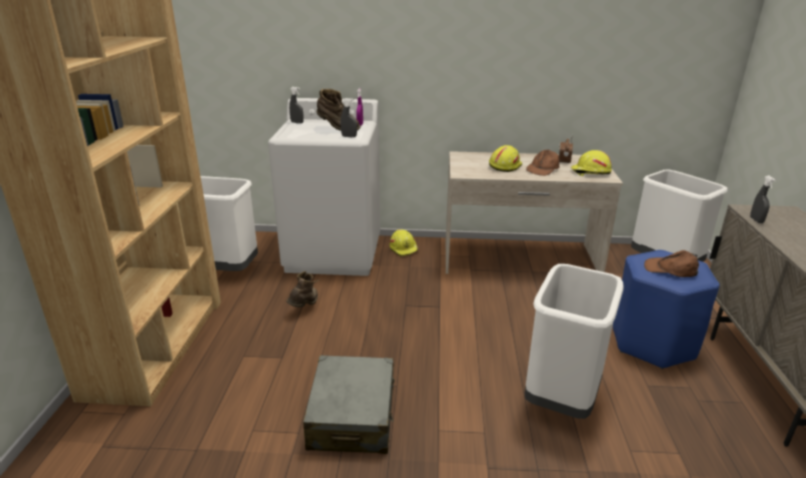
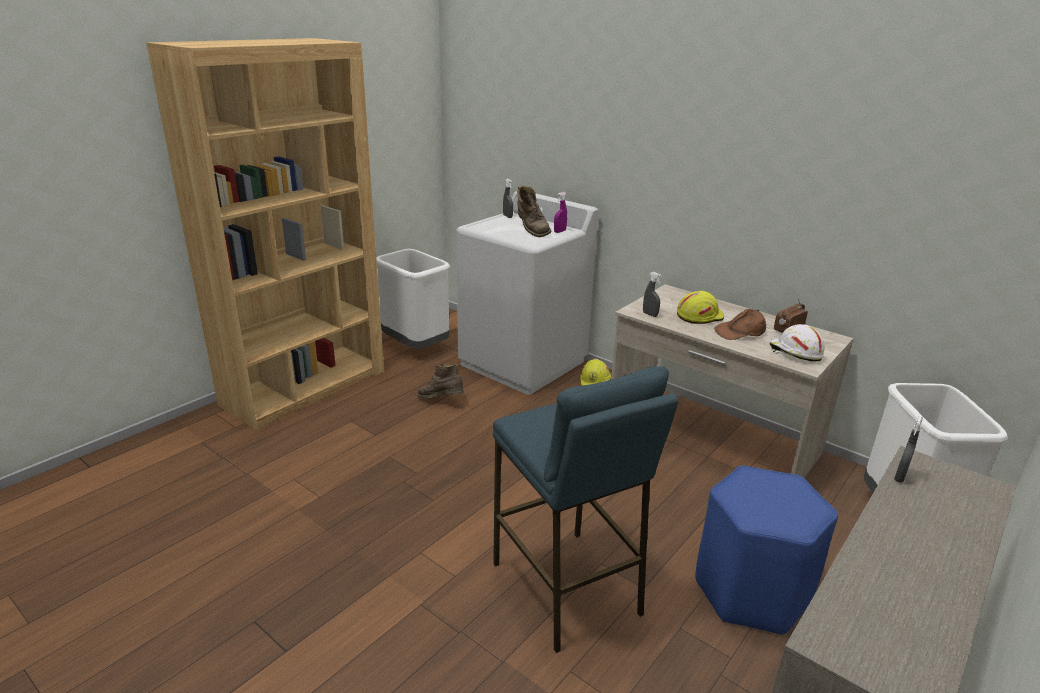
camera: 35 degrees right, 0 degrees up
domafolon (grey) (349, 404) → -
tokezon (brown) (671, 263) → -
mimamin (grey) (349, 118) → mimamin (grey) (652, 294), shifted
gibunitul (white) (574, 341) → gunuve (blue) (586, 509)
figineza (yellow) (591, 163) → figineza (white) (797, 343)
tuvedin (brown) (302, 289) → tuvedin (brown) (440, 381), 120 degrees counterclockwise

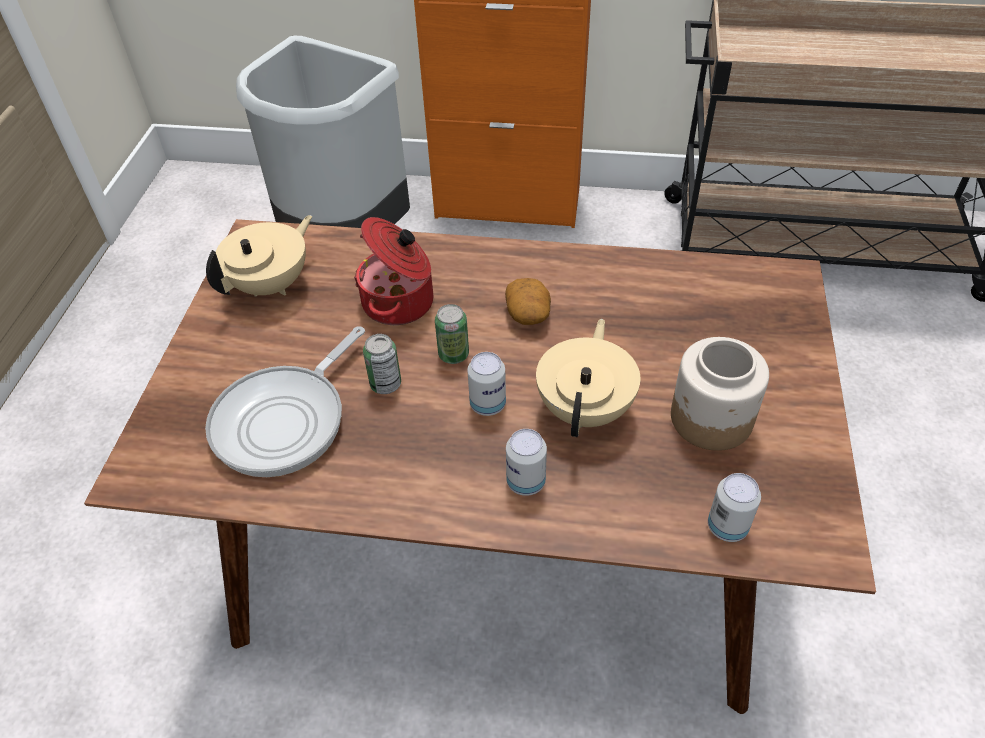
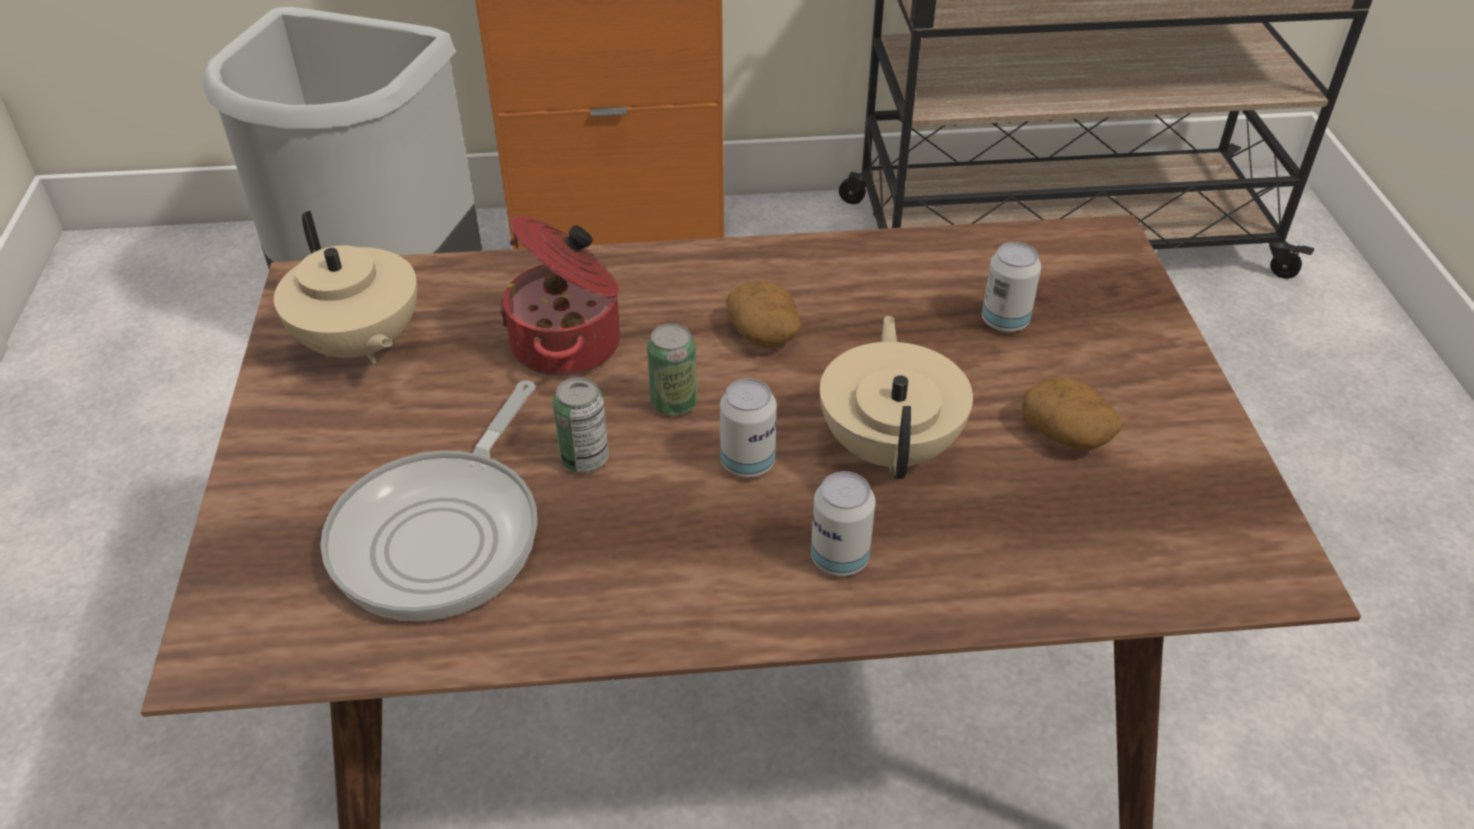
camera: 15 degrees left, 5 degrees down
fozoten (734, 507) → fozoten (1011, 287), shifted
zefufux (720, 394) → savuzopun (1072, 413)
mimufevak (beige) (259, 256) → mimufevak (beige) (345, 287), 120 degrees clockwise

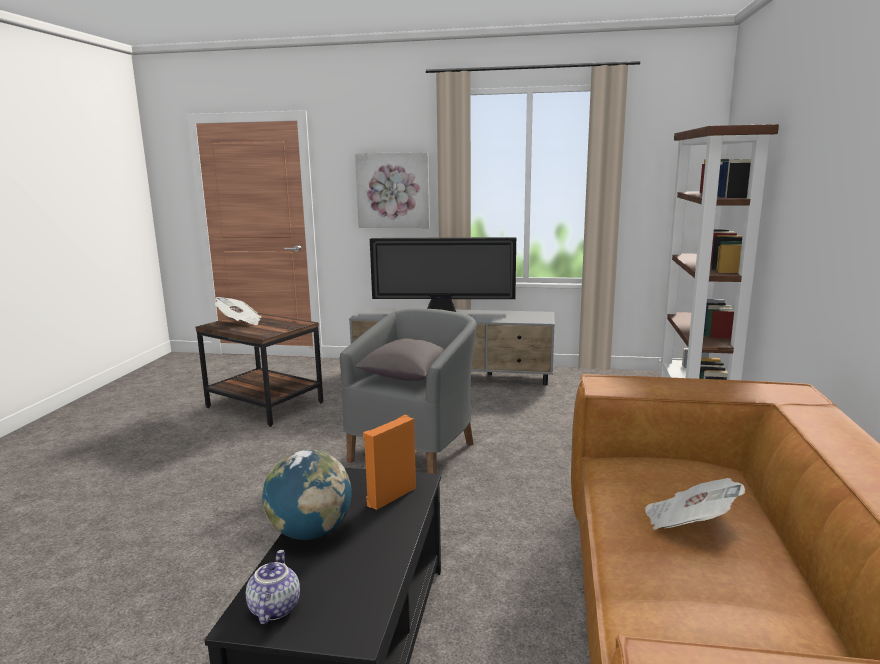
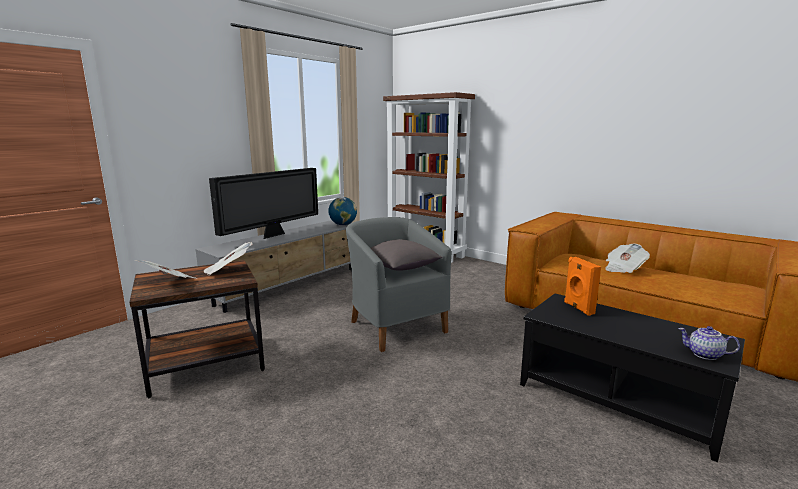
camera: 60 degrees left, 0 degrees up
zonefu (392, 190) → -
- → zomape (228, 259)
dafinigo (307, 495) → dafinigo (342, 211), shifted

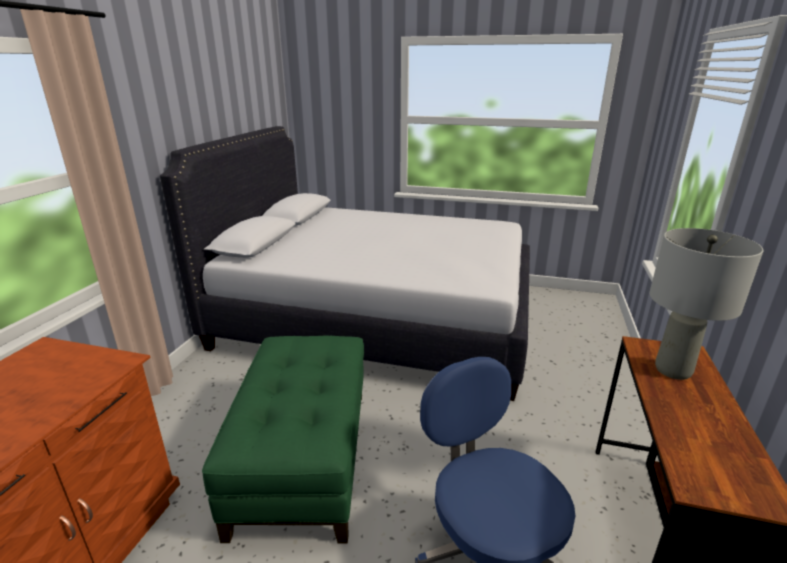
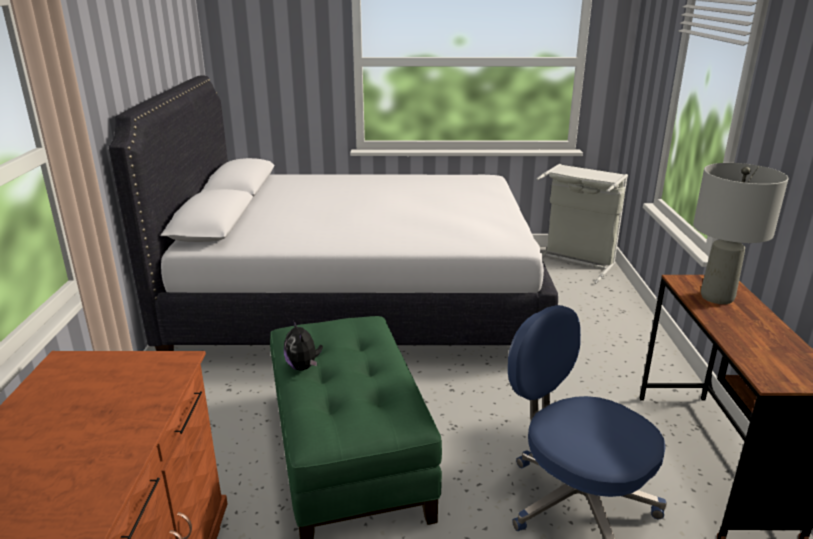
camera: 15 degrees left, 0 degrees up
- → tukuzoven (303, 345)
- → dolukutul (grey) (582, 224)

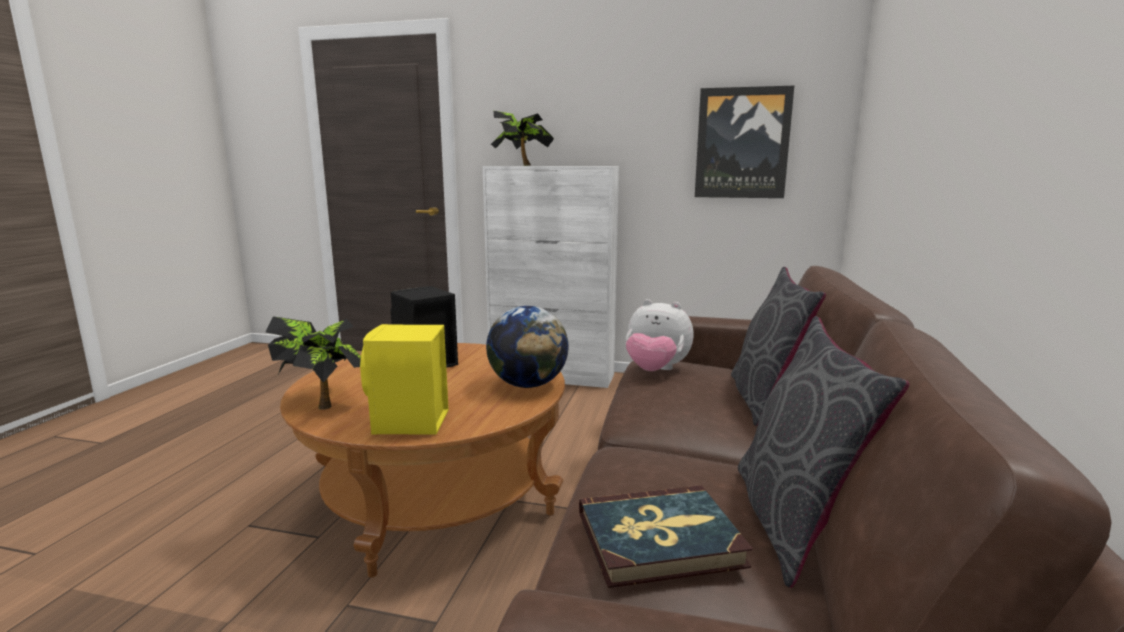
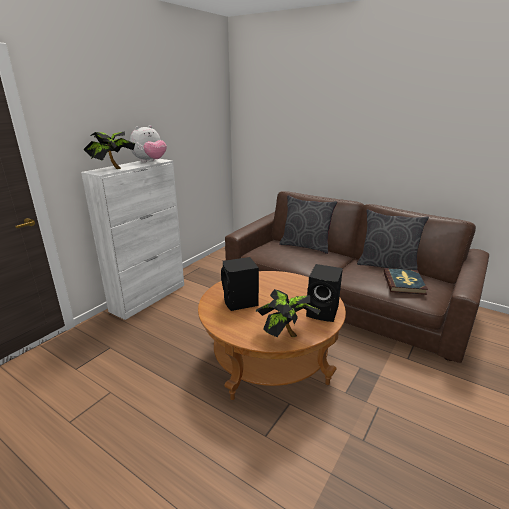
camera: 70 degrees left, 10 degrees up
dafinigo (527, 347) → -
zonefu (744, 142) → -
tukuzoven (660, 335) → tukuzoven (148, 143), shifted
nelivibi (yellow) (404, 379) → nelivibi (black) (324, 293)

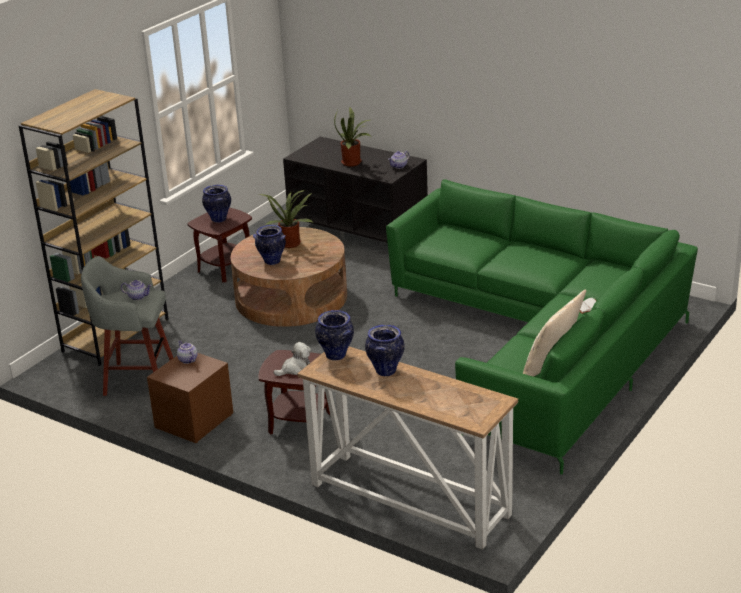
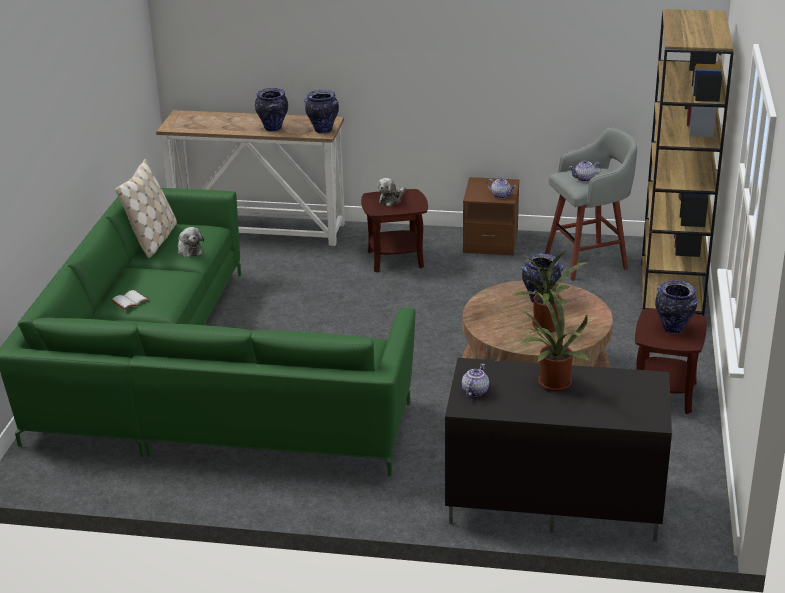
camera: 155 degrees right, 0 degrees up
- → tukuzoven (190, 242)

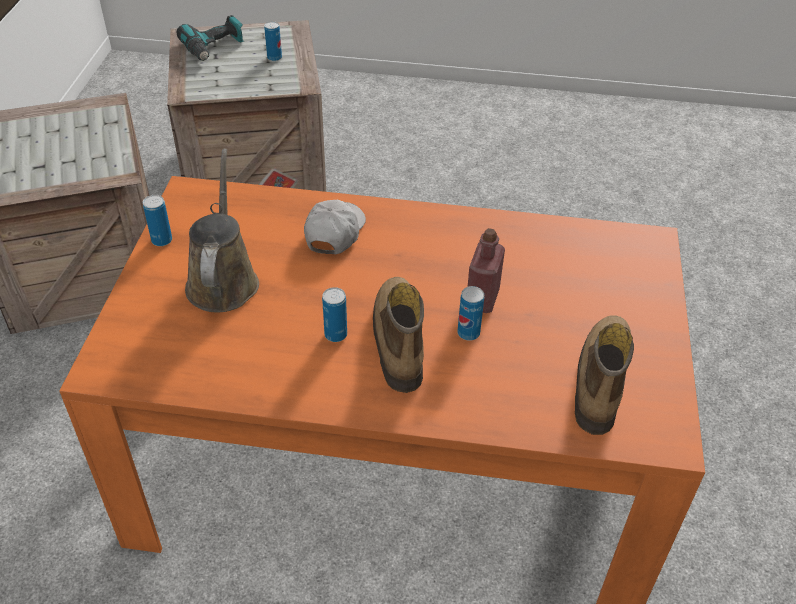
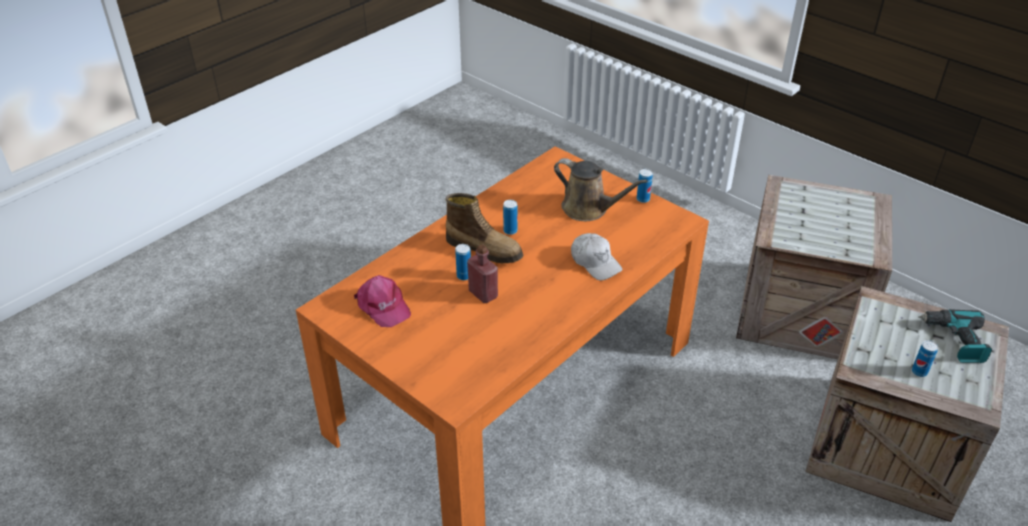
camera: 125 degrees right, 5 degrees down
tuvedin (604, 375) → tokezon (pink) (382, 301)

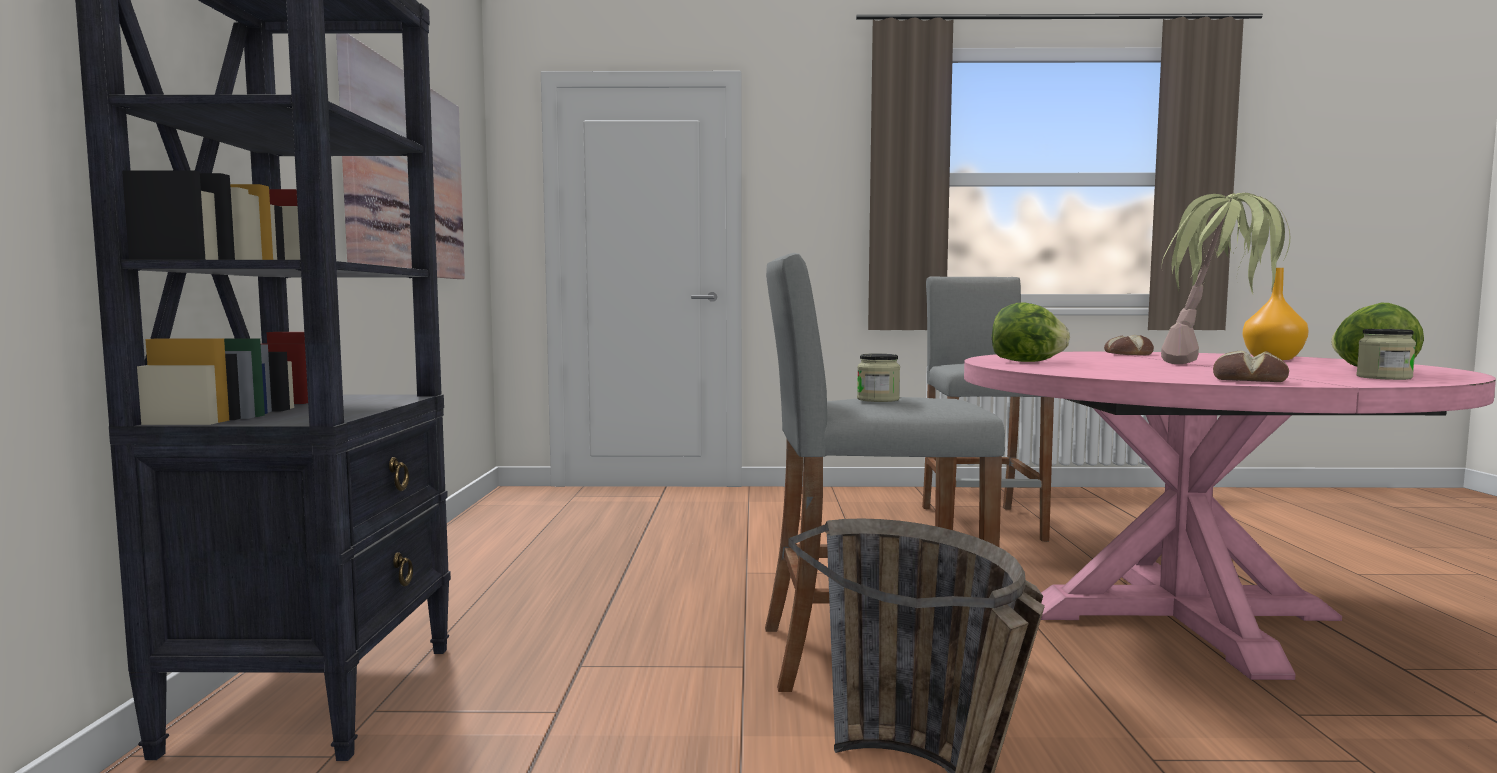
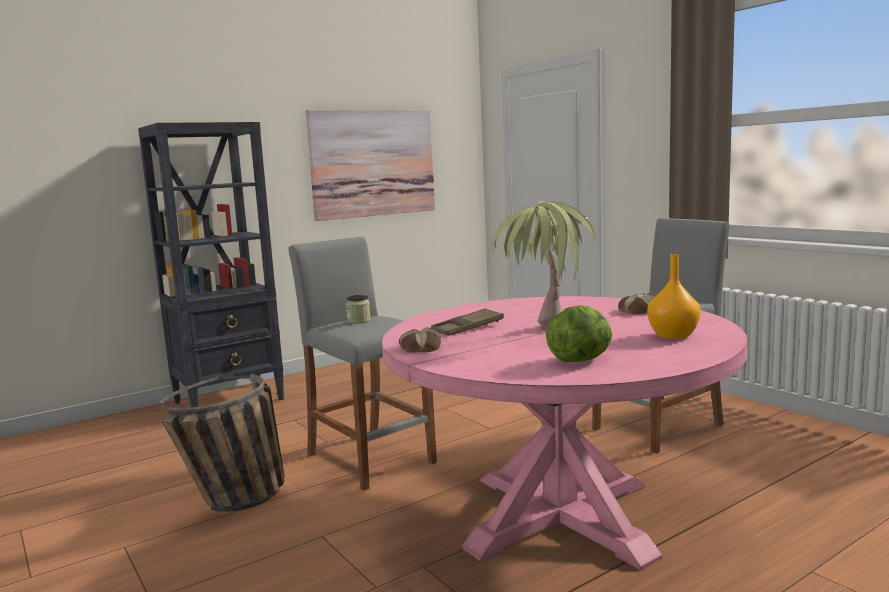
camera: 55 degrees right, 5 degrees up
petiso (1031, 332) → -
zefufux (1386, 354) → -
- → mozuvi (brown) (467, 322)

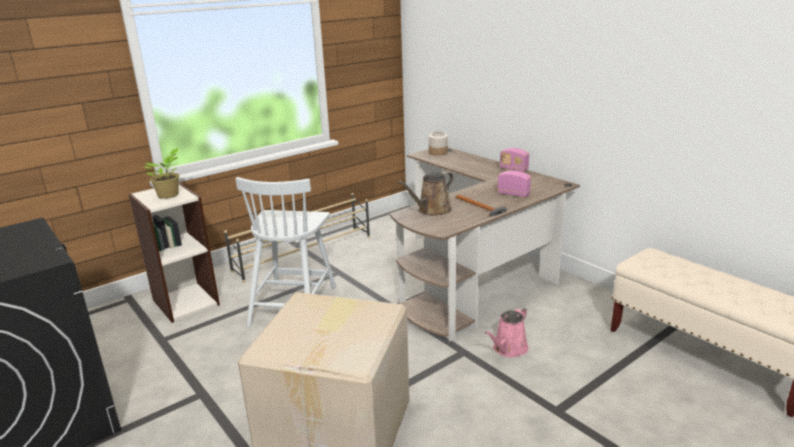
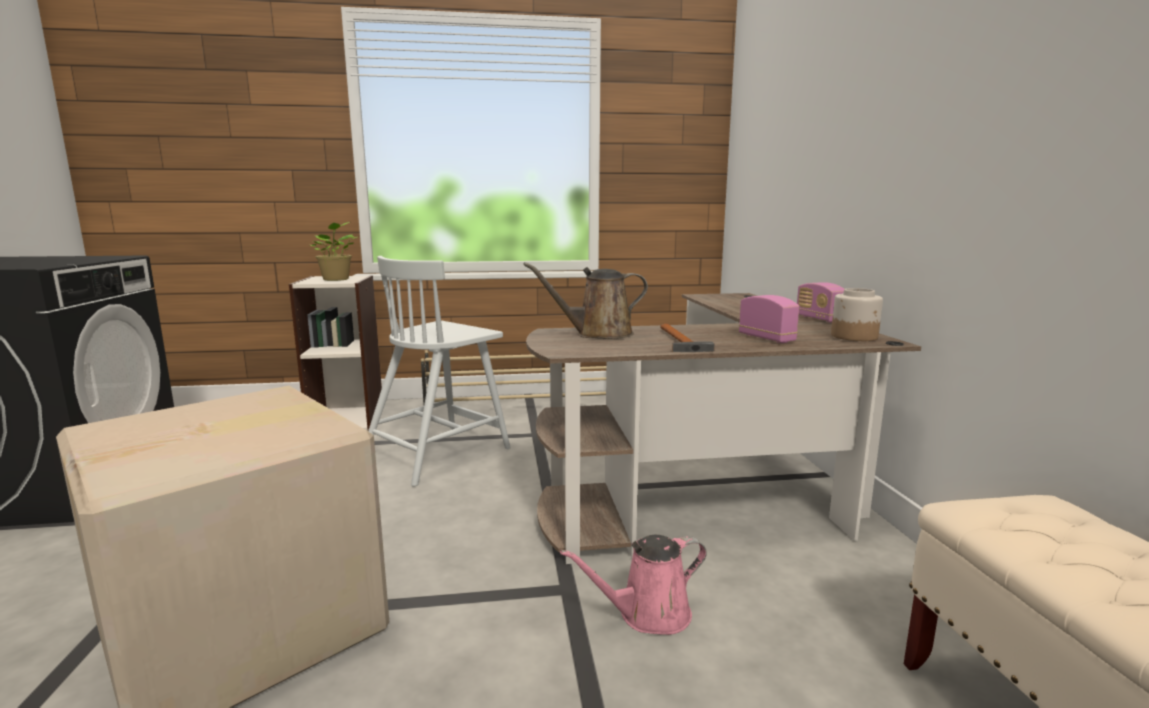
camera: 30 degrees right, 10 degrees down
zefufux (438, 143) → zefufux (857, 314), shifted

